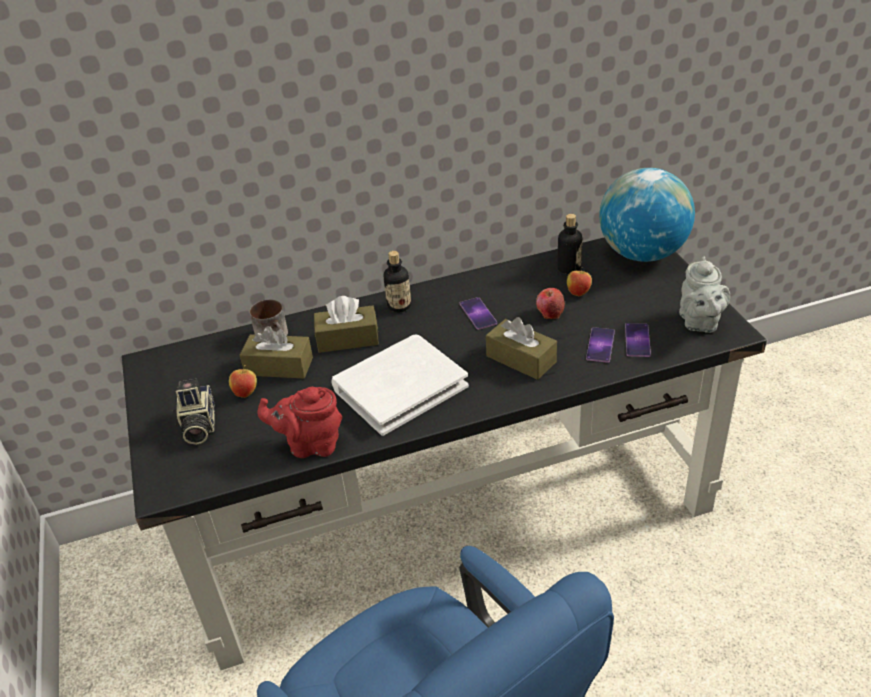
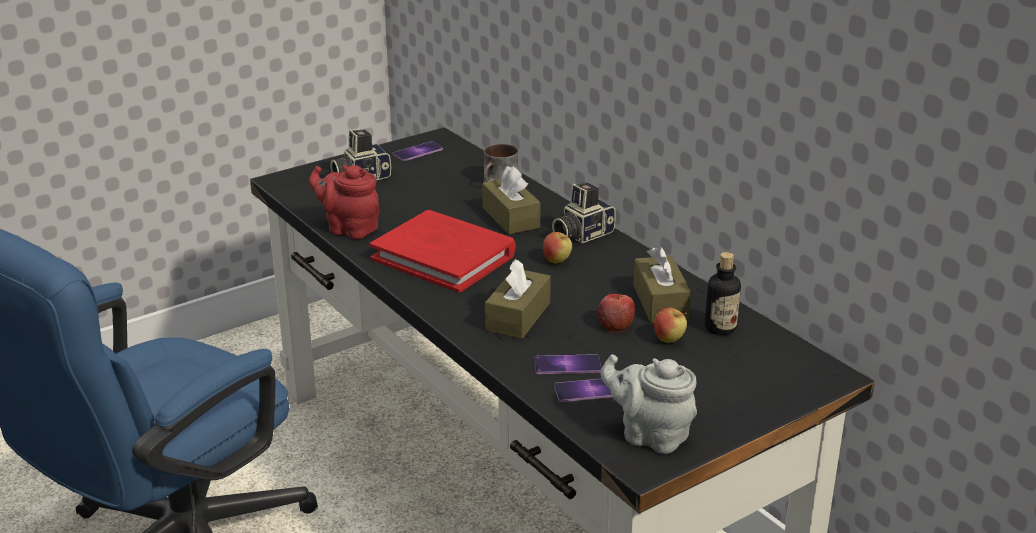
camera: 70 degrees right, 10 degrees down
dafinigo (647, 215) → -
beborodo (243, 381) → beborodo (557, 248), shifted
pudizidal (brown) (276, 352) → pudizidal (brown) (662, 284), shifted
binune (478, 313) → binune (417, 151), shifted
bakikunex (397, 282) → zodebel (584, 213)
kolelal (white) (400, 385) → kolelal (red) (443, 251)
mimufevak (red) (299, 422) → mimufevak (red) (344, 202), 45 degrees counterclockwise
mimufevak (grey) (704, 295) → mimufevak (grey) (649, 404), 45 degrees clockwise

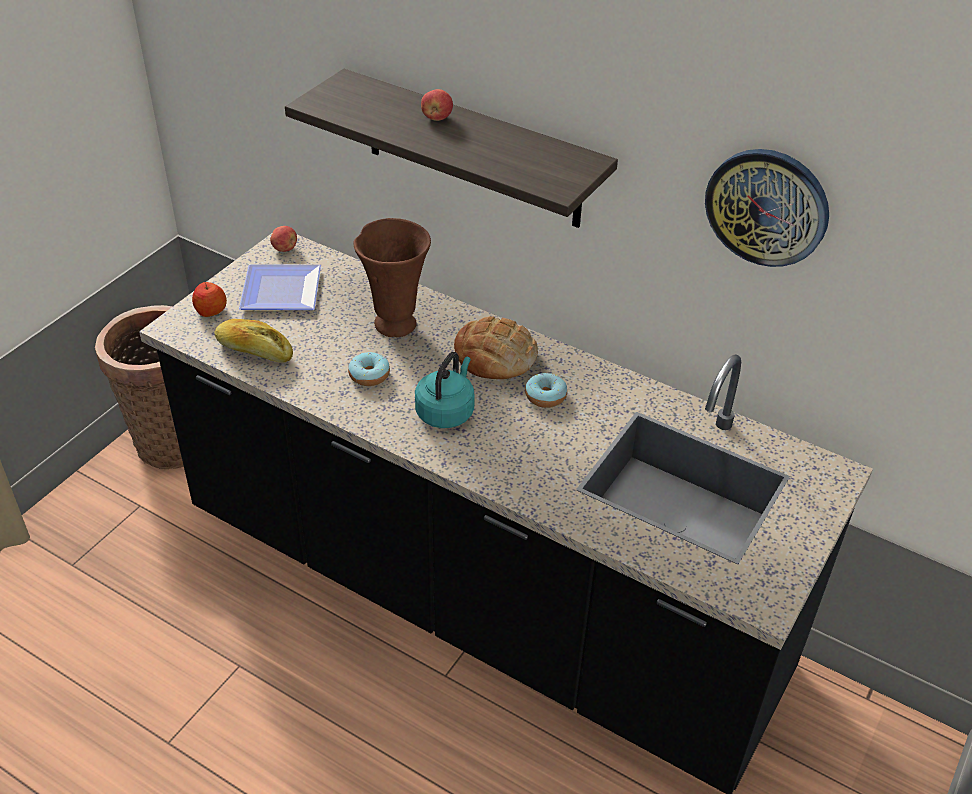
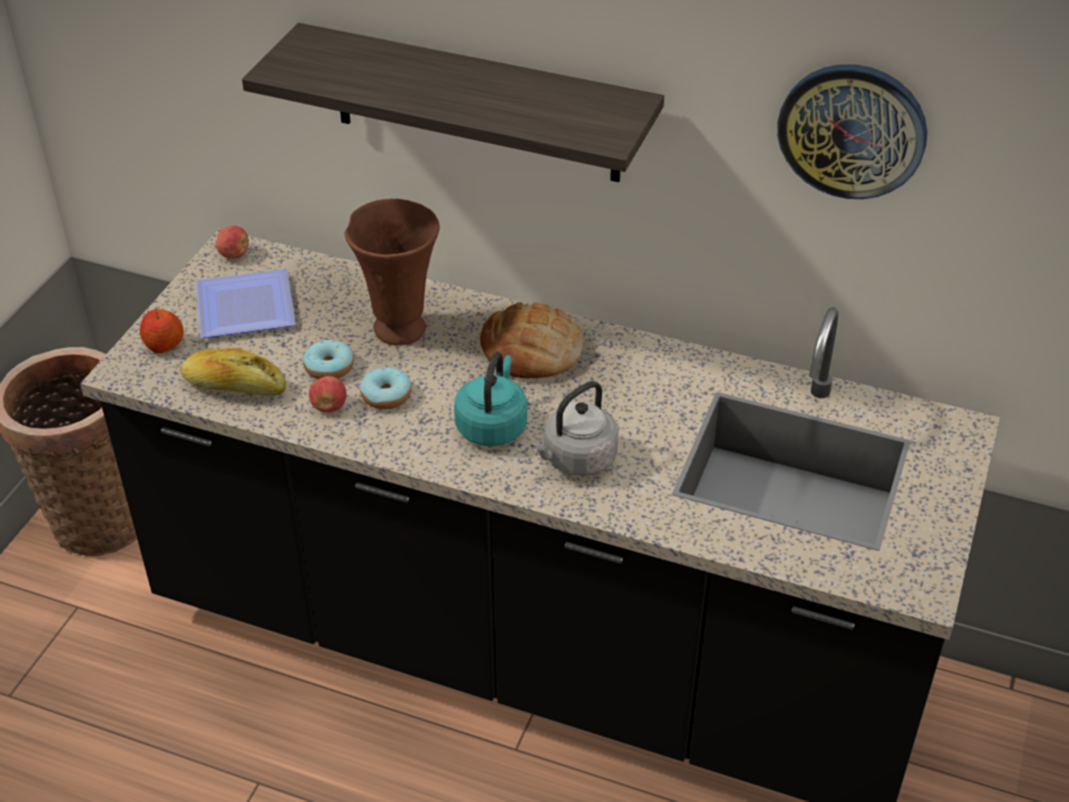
camera: 10 degrees left, 0 degrees up
- → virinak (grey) (574, 428)
beborodo (437, 105) → beborodo (328, 394), shifted
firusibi (546, 390) → firusibi (328, 359), shifted

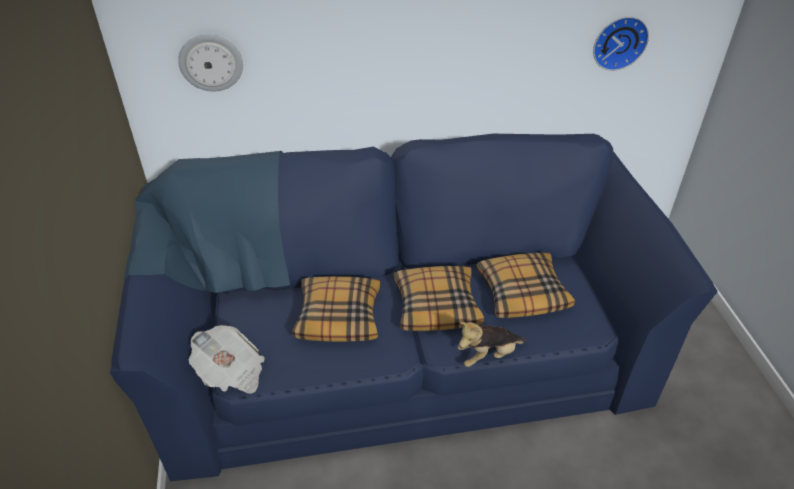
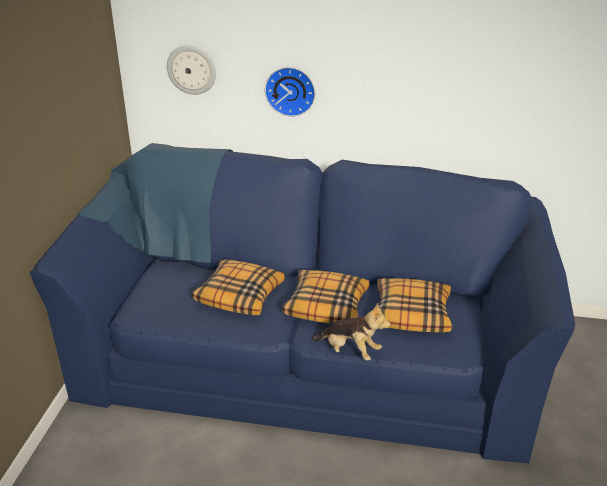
camera: 20 degrees right, 10 degrees down
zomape (227, 359) → -
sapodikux (621, 44) → sapodikux (290, 92), shifted
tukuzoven (492, 344) → tukuzoven (350, 331), 150 degrees counterclockwise

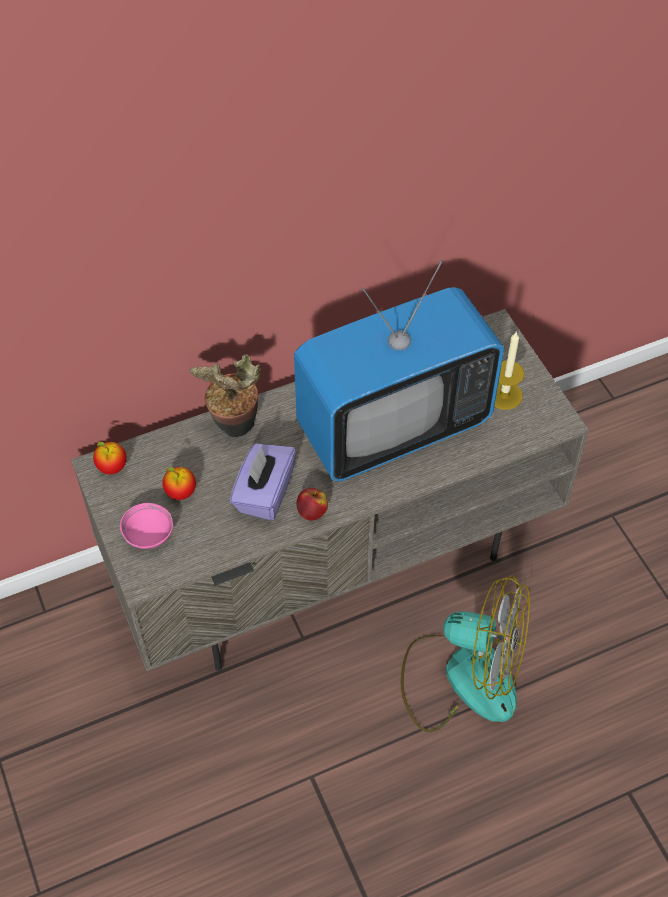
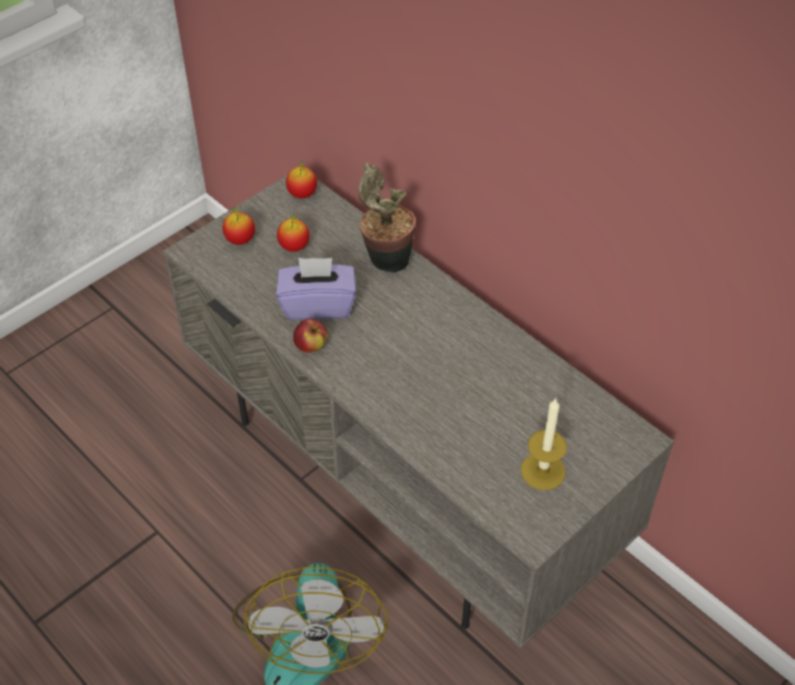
camera: 70 degrees right, 5 degrees down
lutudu (399, 370) → -
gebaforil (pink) (146, 526) → beborodo (239, 226)

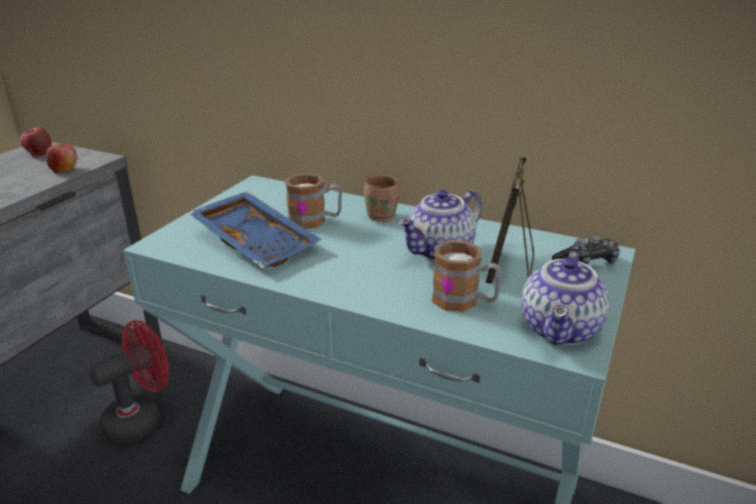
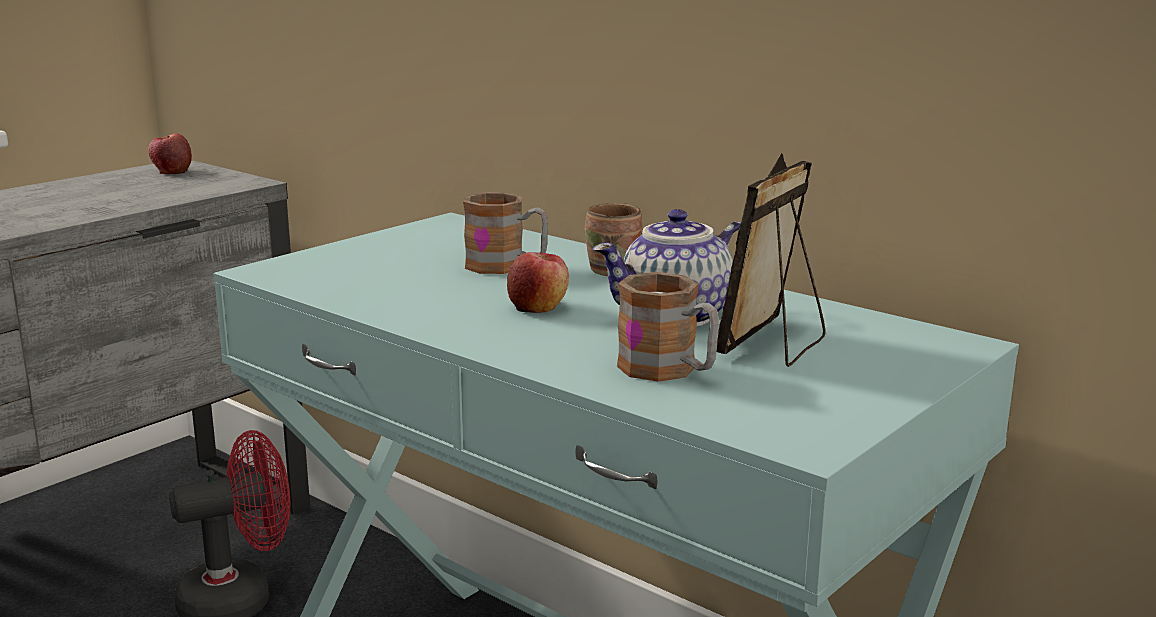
camera: 15 degrees right, 10 degrees down
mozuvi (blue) (255, 229) → -
mimufevak (566, 296) → -
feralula (586, 250) → -
beborodo (61, 158) → beborodo (538, 282), shifted

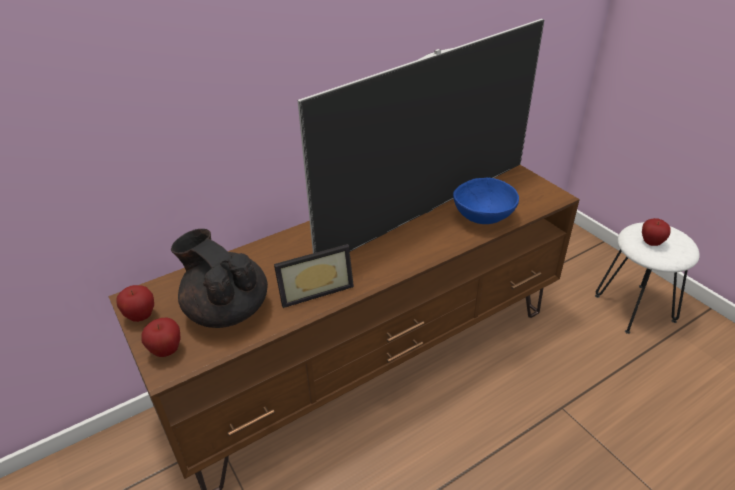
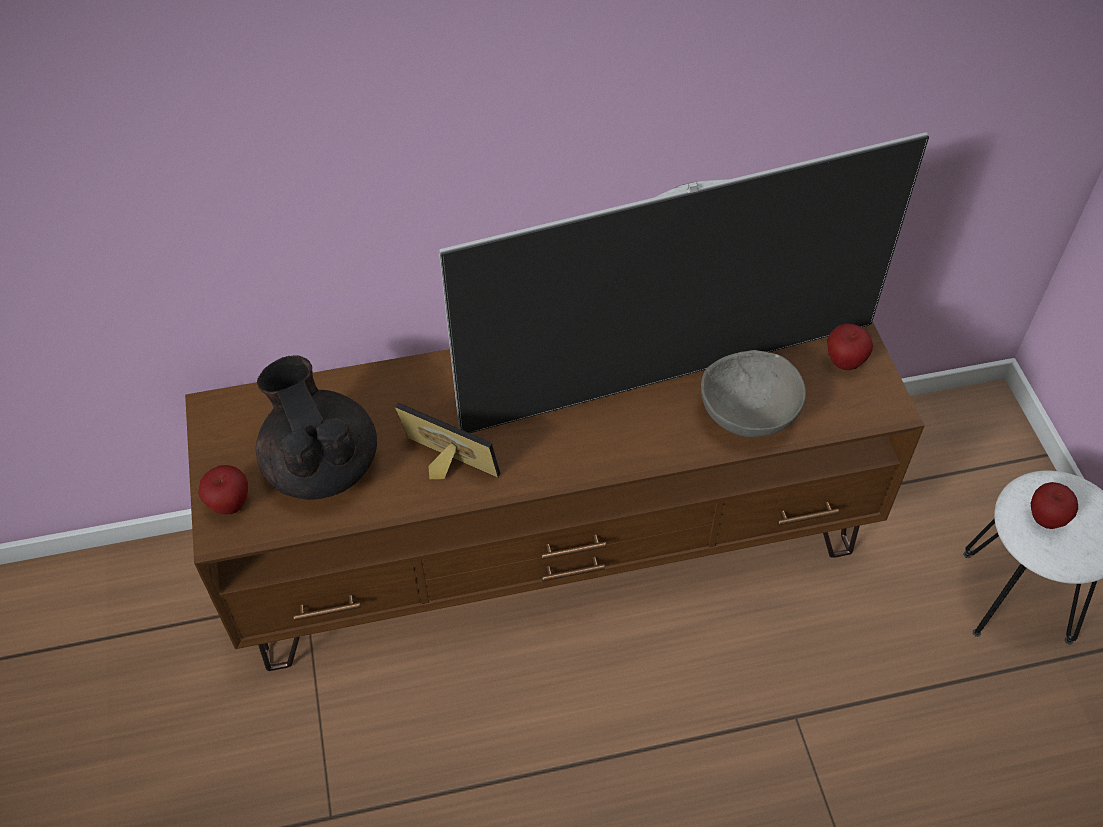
camera: 20 degrees right, 15 degrees up
beborodo (135, 303) → beborodo (850, 347), shifted
gebaforil (blue) (486, 201) → gebaforil (grey) (753, 393)
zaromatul (314, 276) → zaromatul (447, 441), 150 degrees counterclockwise

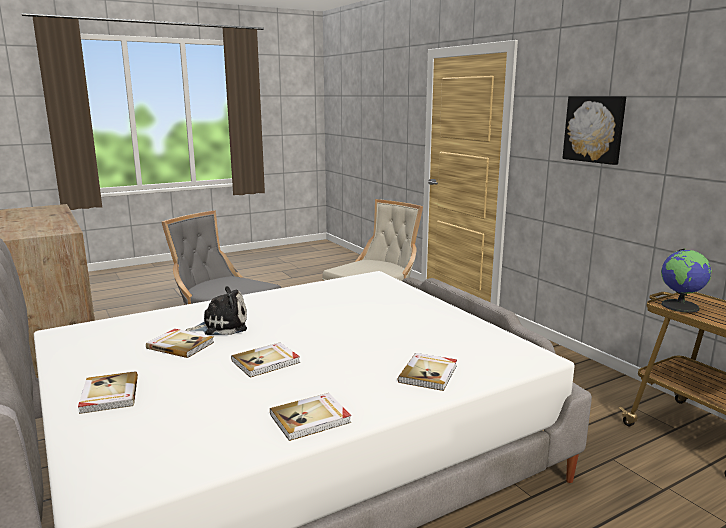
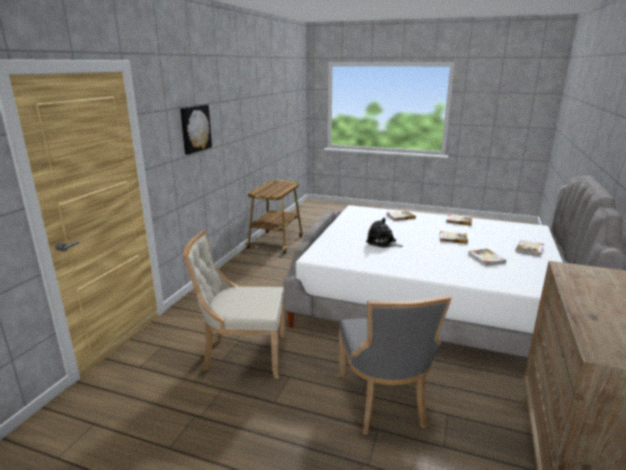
camera: 130 degrees left, 5 degrees up
dafinigo (686, 280) → -
tukuzoven (216, 310) → tukuzoven (384, 233), shifted

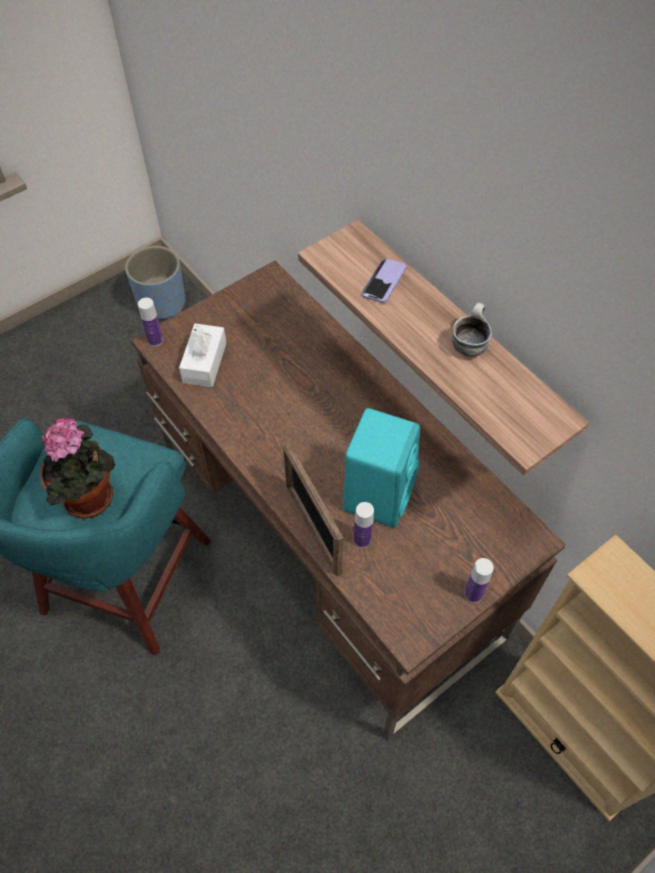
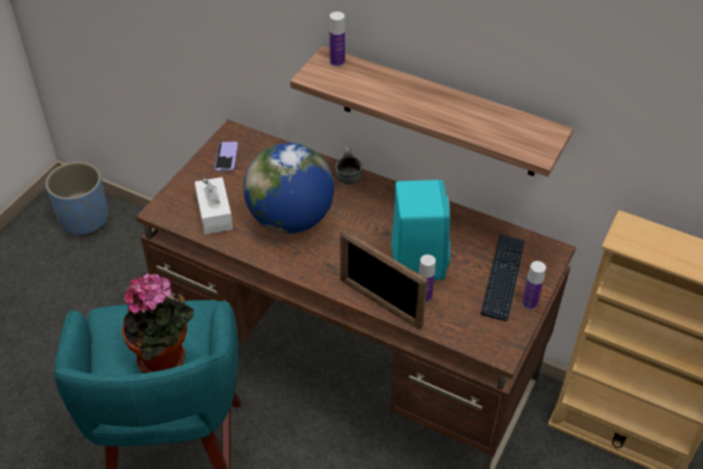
camera: 25 degrees left, 10 degrees down
- → dafinigo (288, 188)
- → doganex (502, 277)
bakikunex (150, 322) → bakikunex (337, 39), shifted
binune (384, 281) → binune (226, 157), shifted
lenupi (472, 330) → lenupi (349, 166), shifted

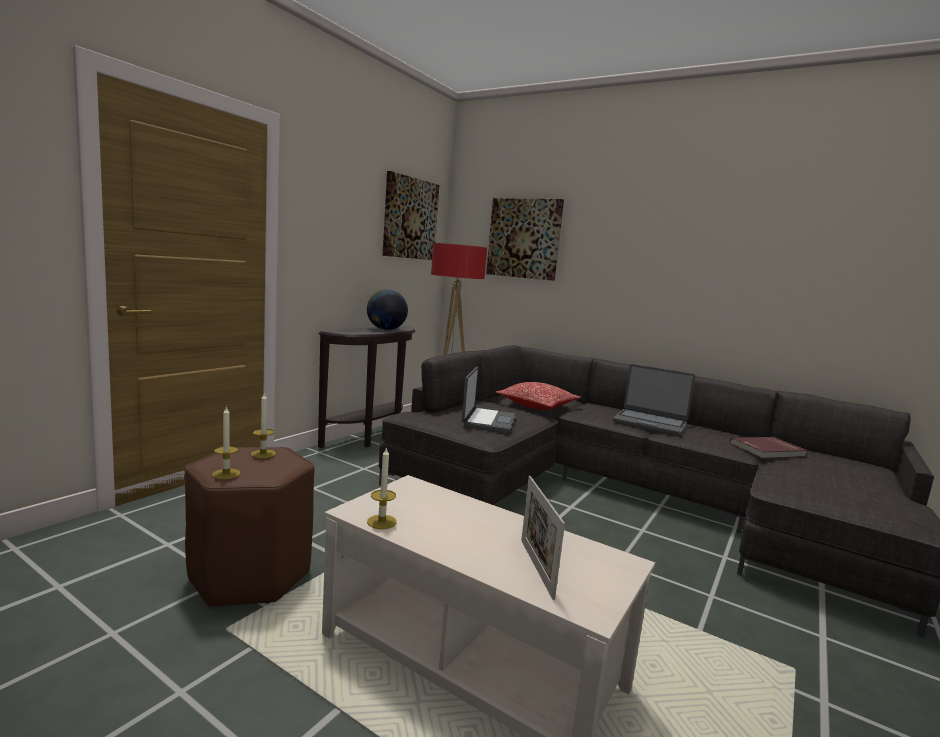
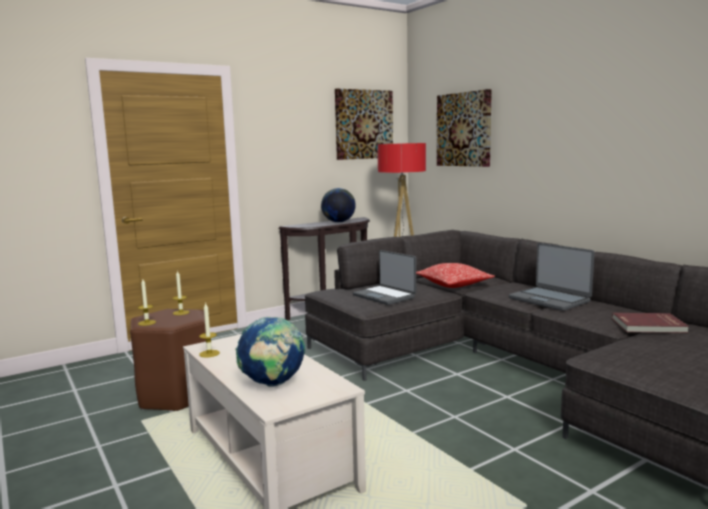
camera: 25 degrees right, 0 degrees up
zaromatul (543, 538) → dafinigo (270, 352)
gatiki (488, 400) → gatiki (384, 277), 105 degrees clockwise

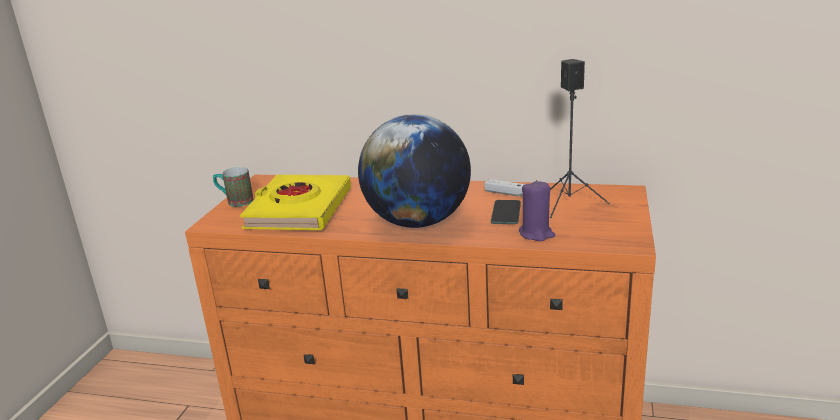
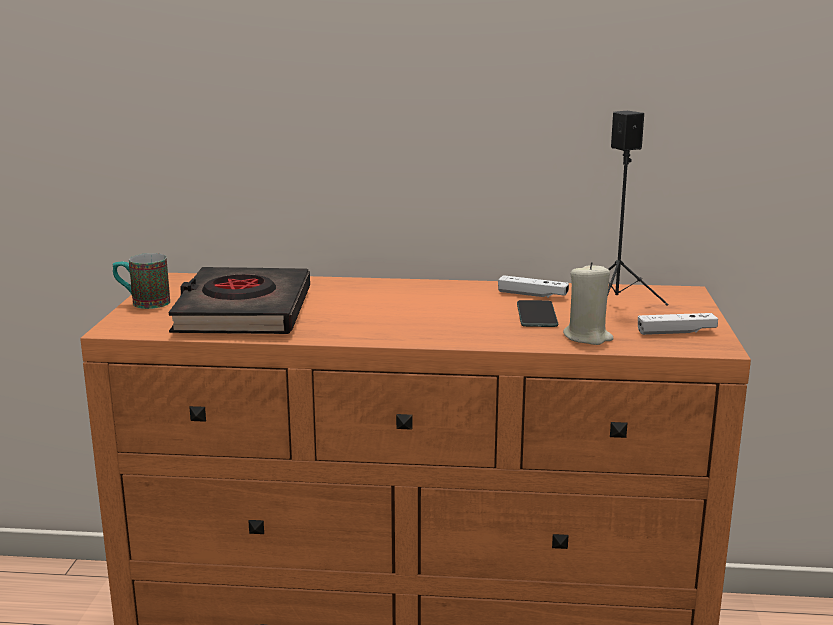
camera: 10 degrees left, 5 degrees down
dafinigo (414, 171) → -
- → feralula (white) (678, 324)
kolelal (yellow) (295, 202) → kolelal (black) (239, 300)
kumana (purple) (537, 210) → kumana (beige) (588, 303)

